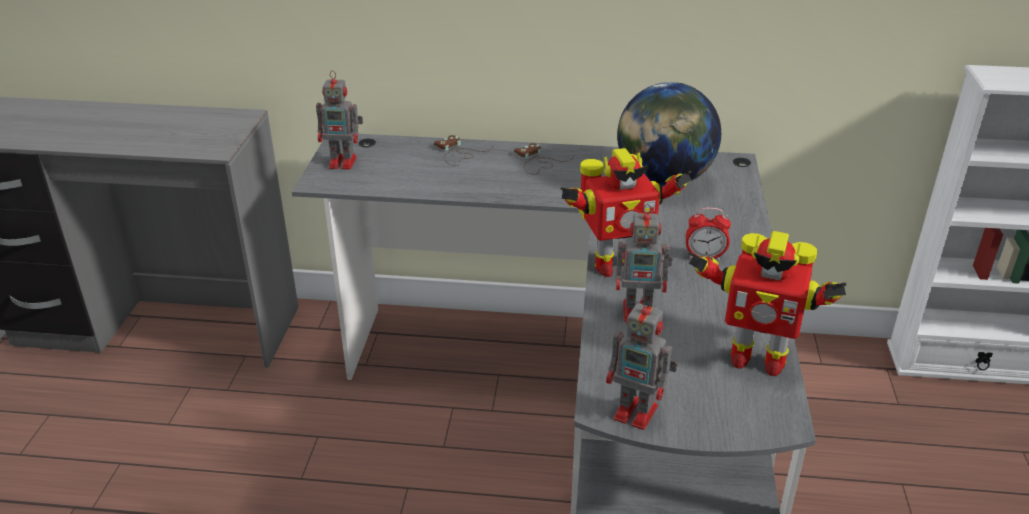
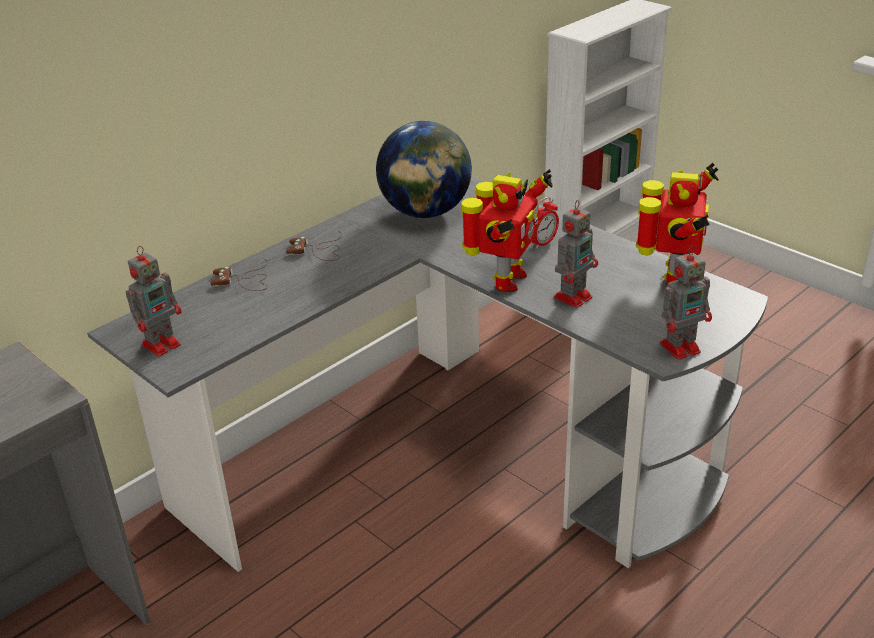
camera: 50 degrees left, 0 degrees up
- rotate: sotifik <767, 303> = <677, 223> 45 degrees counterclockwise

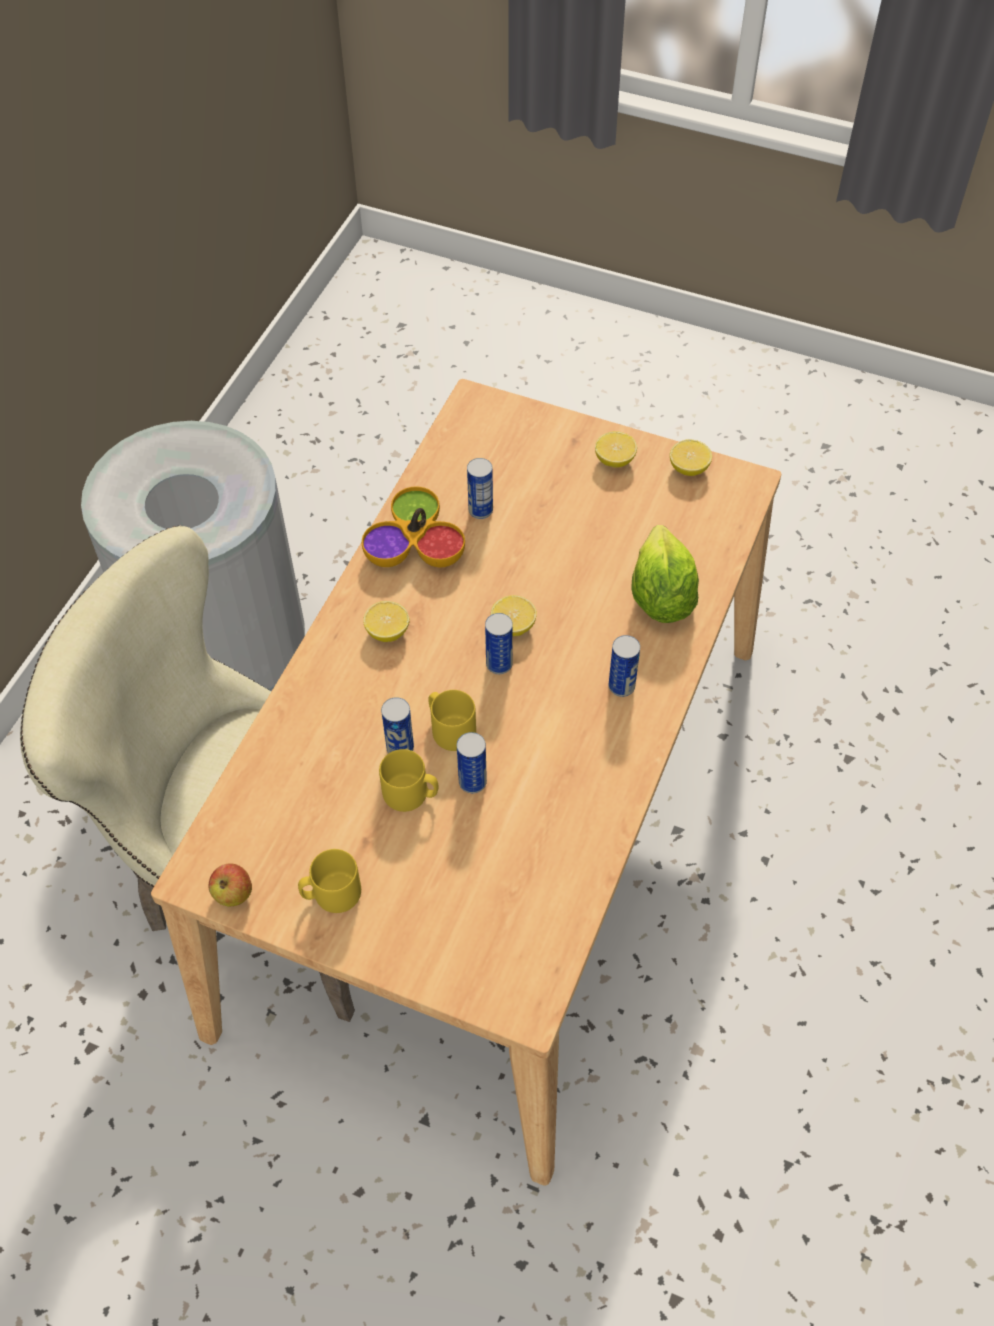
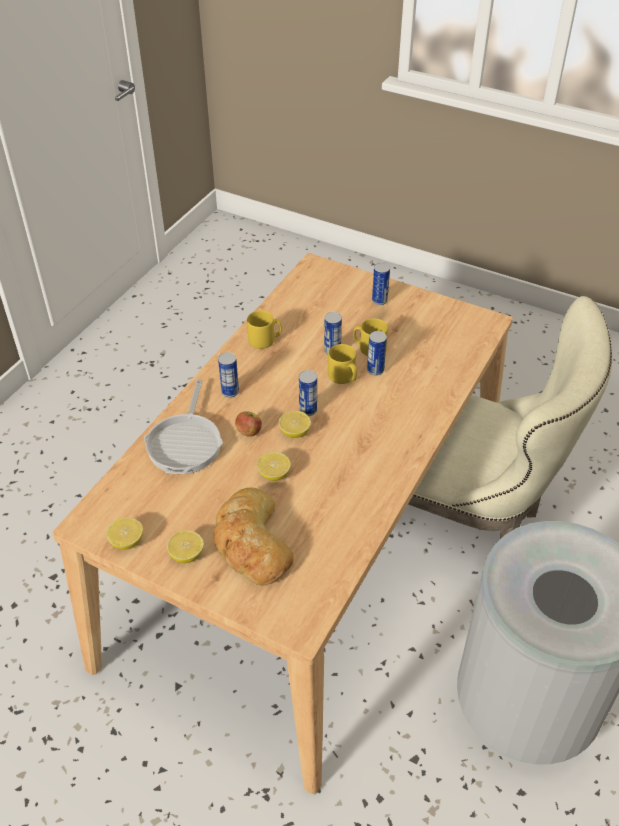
camera: 175 degrees left, 10 degrees down
- move: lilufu <480, 488> to <381, 284>
- delete: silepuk <413, 526>
- replace: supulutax <665, 574> to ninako <183, 426>
- move: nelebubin <386, 621> to <274, 466>
- move: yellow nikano <329, 881> to <264, 329>
- move: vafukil <230, 884> to <248, 424>
- insert: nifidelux <254, 537>

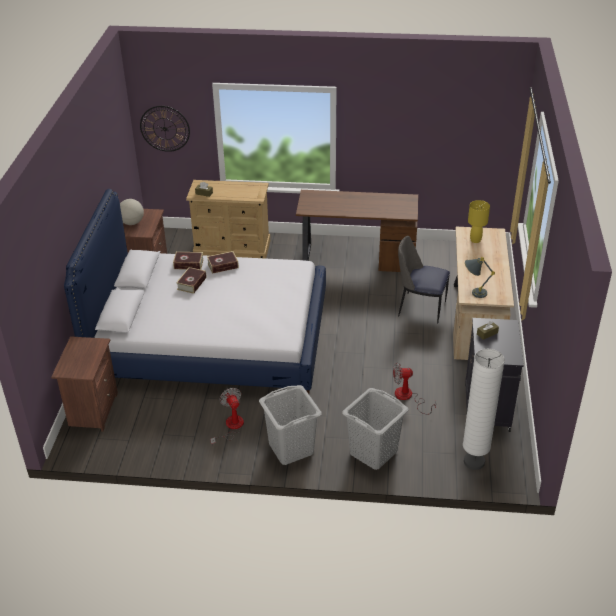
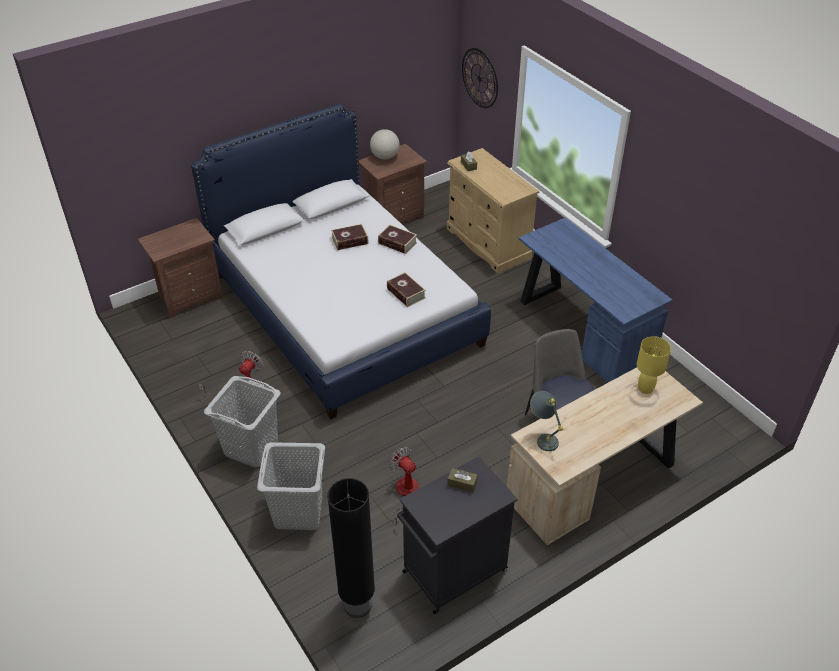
camera: 50 degrees right, 5 degrees up
- recolor: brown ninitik <357, 231> to blue ninitik <595, 300>
- move: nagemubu <188, 261> to <406, 289>
- recolor: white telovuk <484, 409> to black telovuk <351, 548>

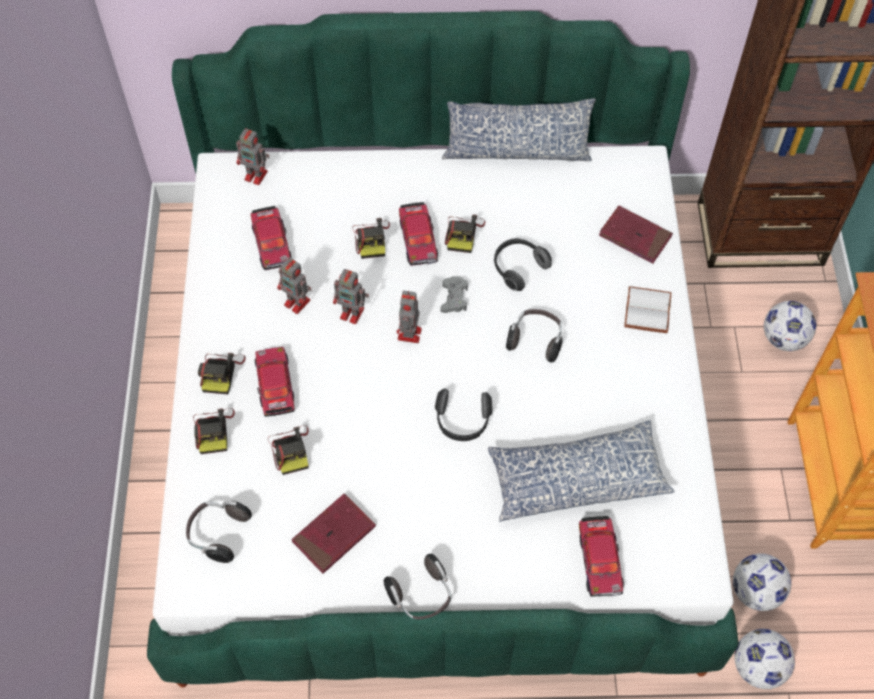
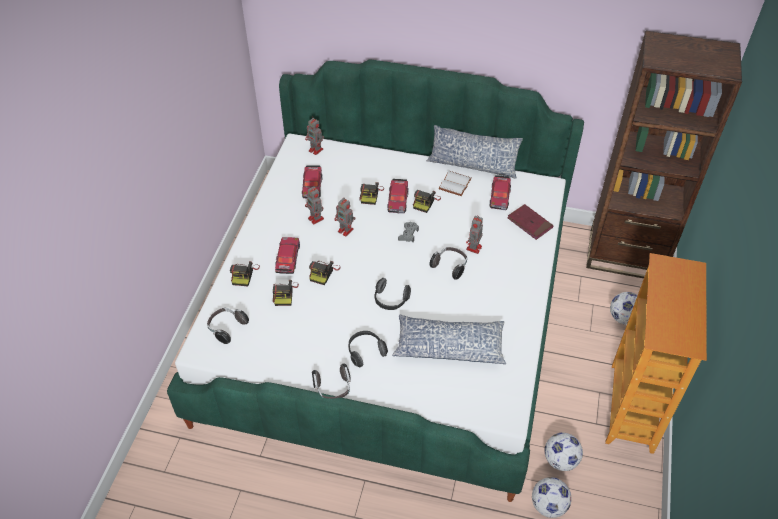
camera: 15 degrees right, 10 degrees down
- move: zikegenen <523, 264> to <368, 349>
- move: white nagemubu <647, 309> to <455, 183>
- move: sotifik <409, 317> to <474, 235>
- move: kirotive <222, 373> to <325, 273>
- delete: red nagemubu <334, 533>
- move: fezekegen <601, 556> to <500, 192>

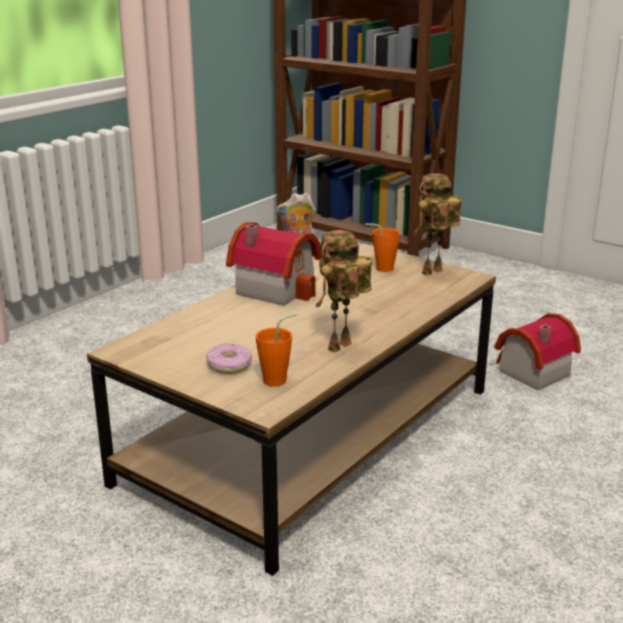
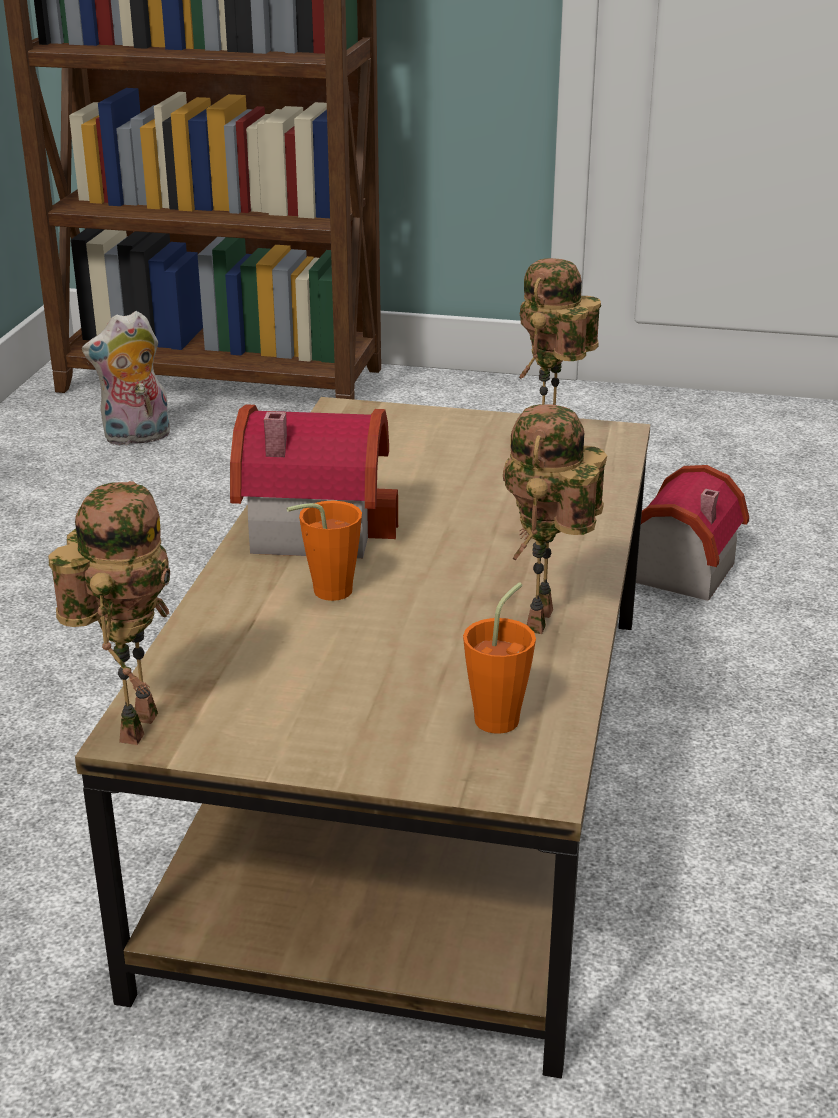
camera: 25 degrees left, 5 degrees up
- move: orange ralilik <382, 247> to <324, 551>
- delete: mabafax <229, 358>
- insert: sotifik <109, 613>

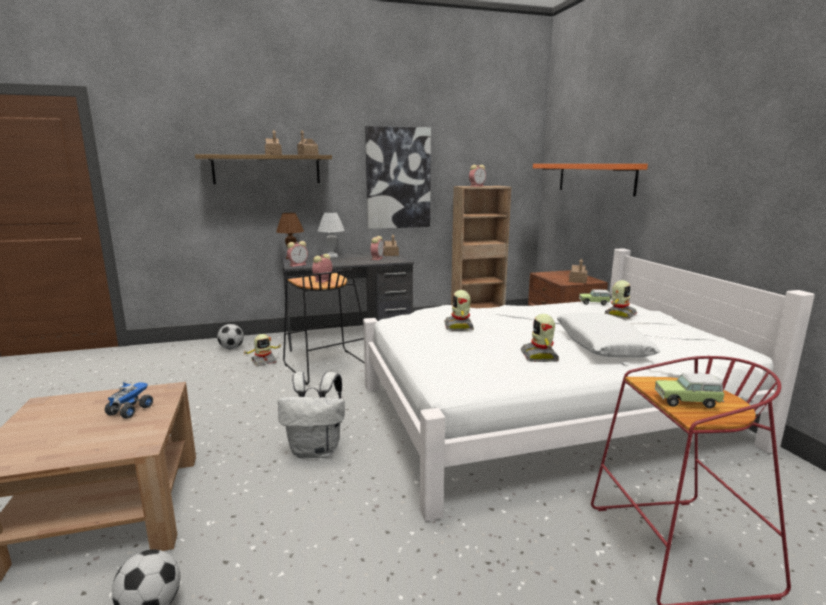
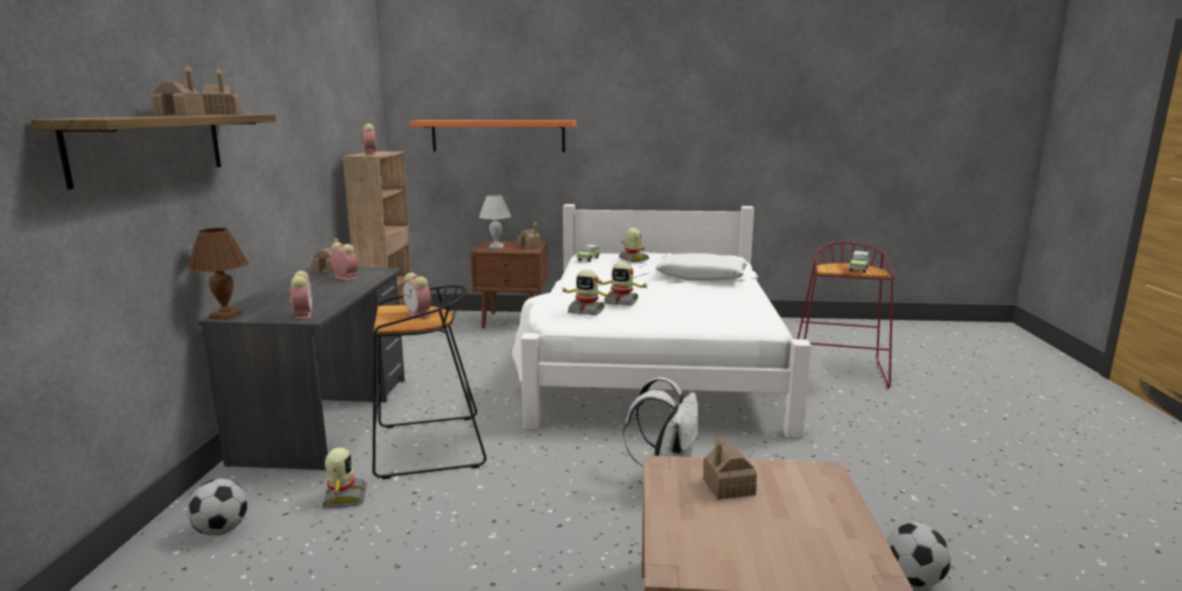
camera: 70 degrees left, 0 degrees up
- delete: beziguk <398, 177>
- move: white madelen <331, 235> to <495, 221>
- move: sotifik <540, 338> to <587, 292>
- replace: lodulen <129, 400> to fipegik <730, 468>

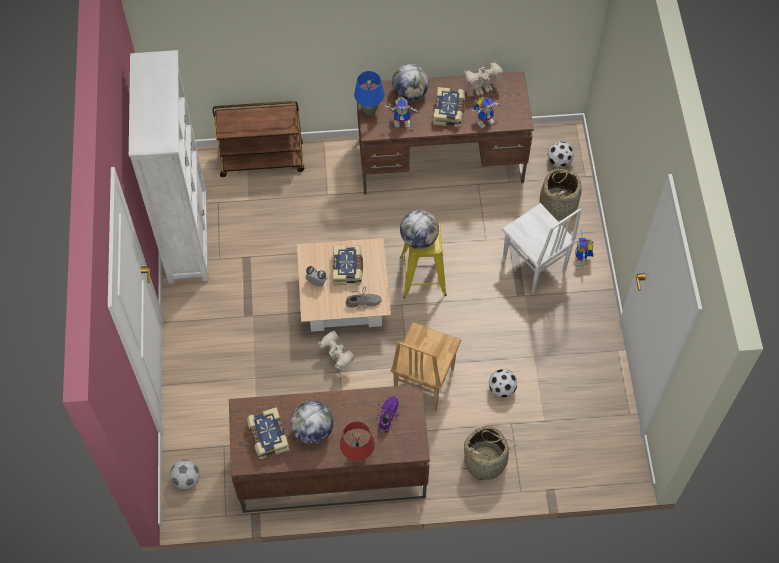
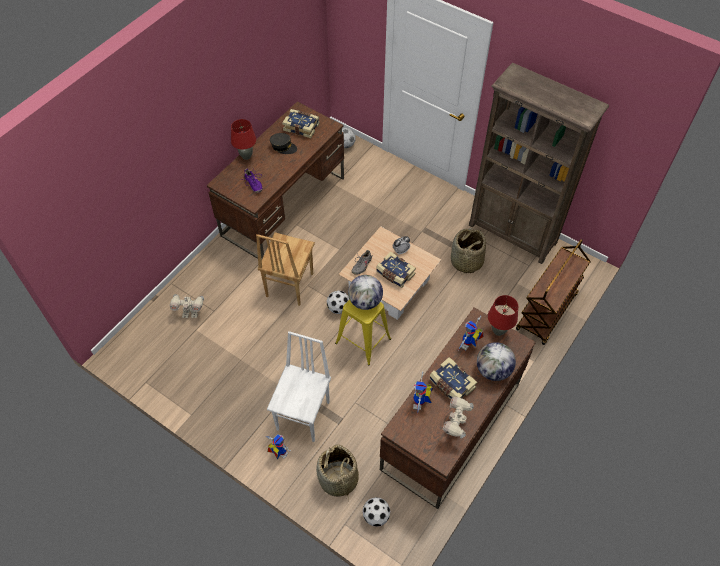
camera: 130 degrees right, 5 degrees down
- recolor: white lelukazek <169, 167> to brown lelukazek <539, 163>
- recolor: blue madelen <369, 93> to red madelen <503, 315>
- rotate: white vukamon <541, 248> = <299, 386> 105 degrees clockwise
- rotate: brown vukamon <426, 367> = <285, 269> 135 degrees counterclockwise
- move: sotifik <336, 350> to <187, 306>
- move: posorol <503, 383> to <338, 302>
- replace: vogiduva <311, 422> to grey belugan <283, 143>
- move: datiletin <488, 453> to <468, 251>

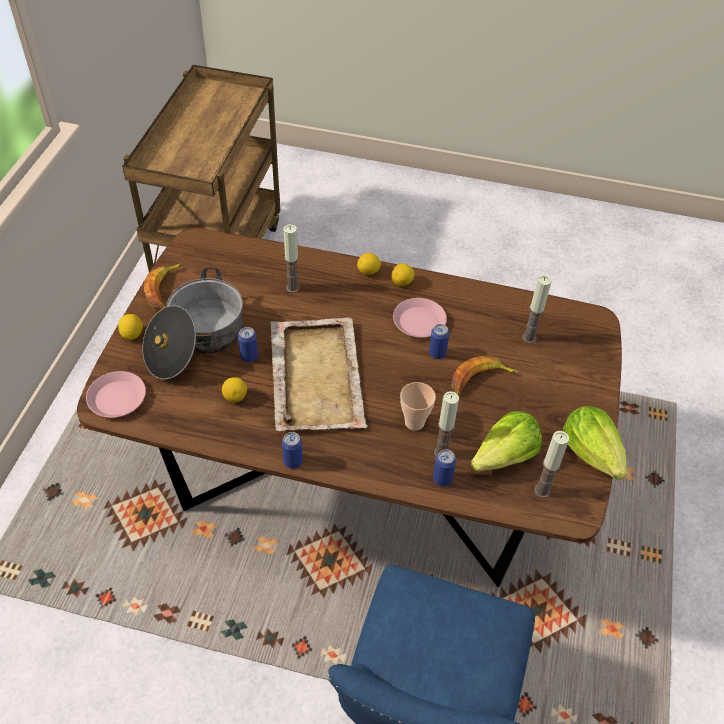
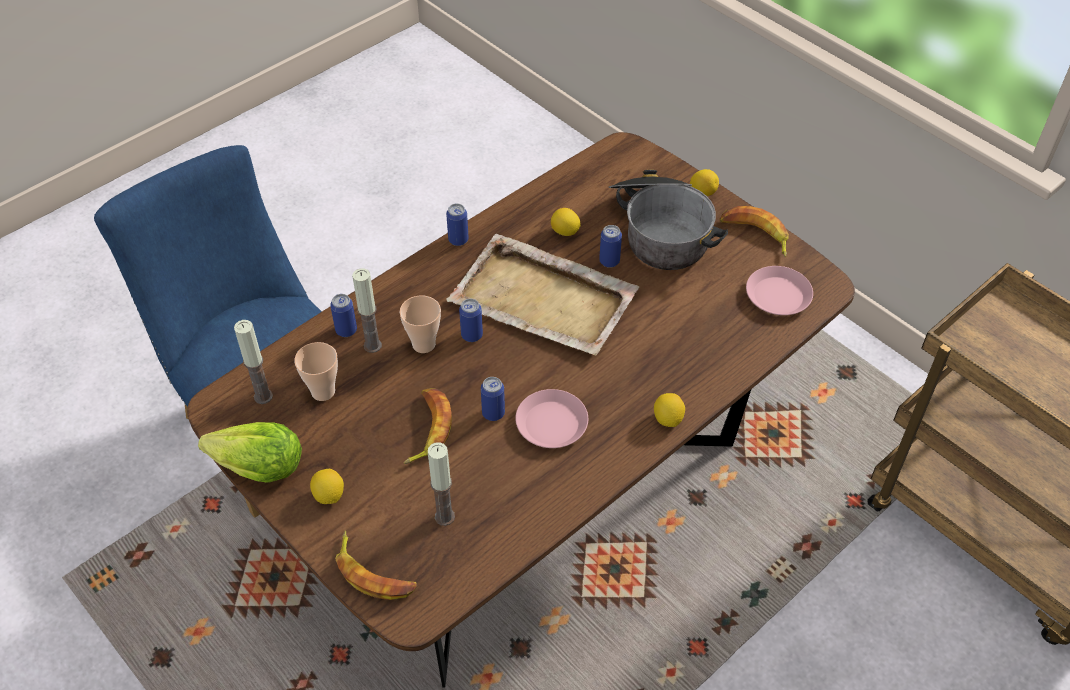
camera: 125 degrees right, 0 degrees up
- delete: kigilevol <291, 258>
- move: nelebubin <403, 275> to <327, 486>
- move: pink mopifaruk <116, 394> to <779, 290>
- replace: supulutax <506, 441> to ralilik <316, 371>
- insert: lilufu <471, 320>
- insert: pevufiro <376, 565>

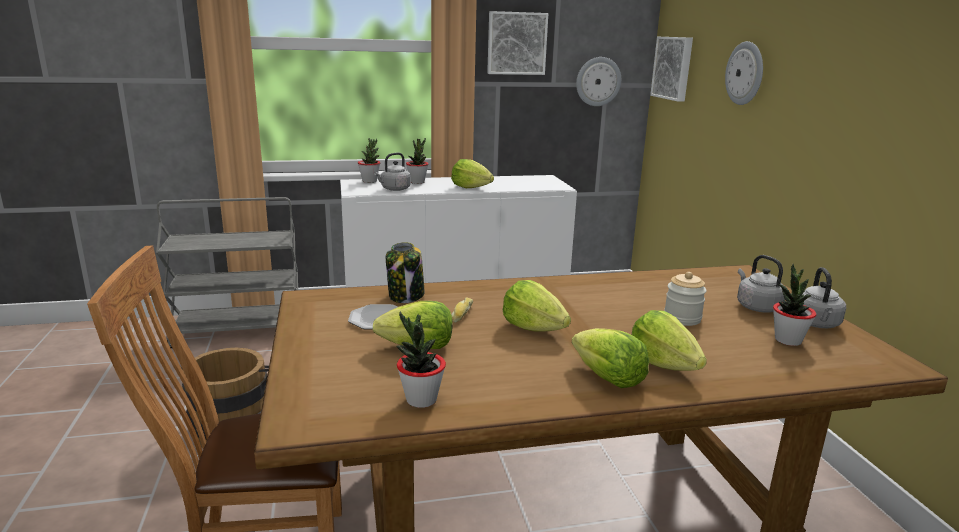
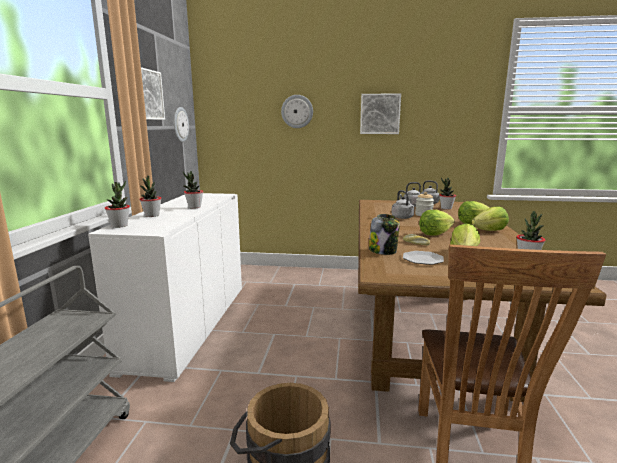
camera: 70 degrees left, 5 degrees down
- move: beziguk <671, 69> to <380, 113>
- move: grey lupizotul <392, 172> to <402, 204>
- replace: supulutax <472, 173> to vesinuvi <193, 190>

